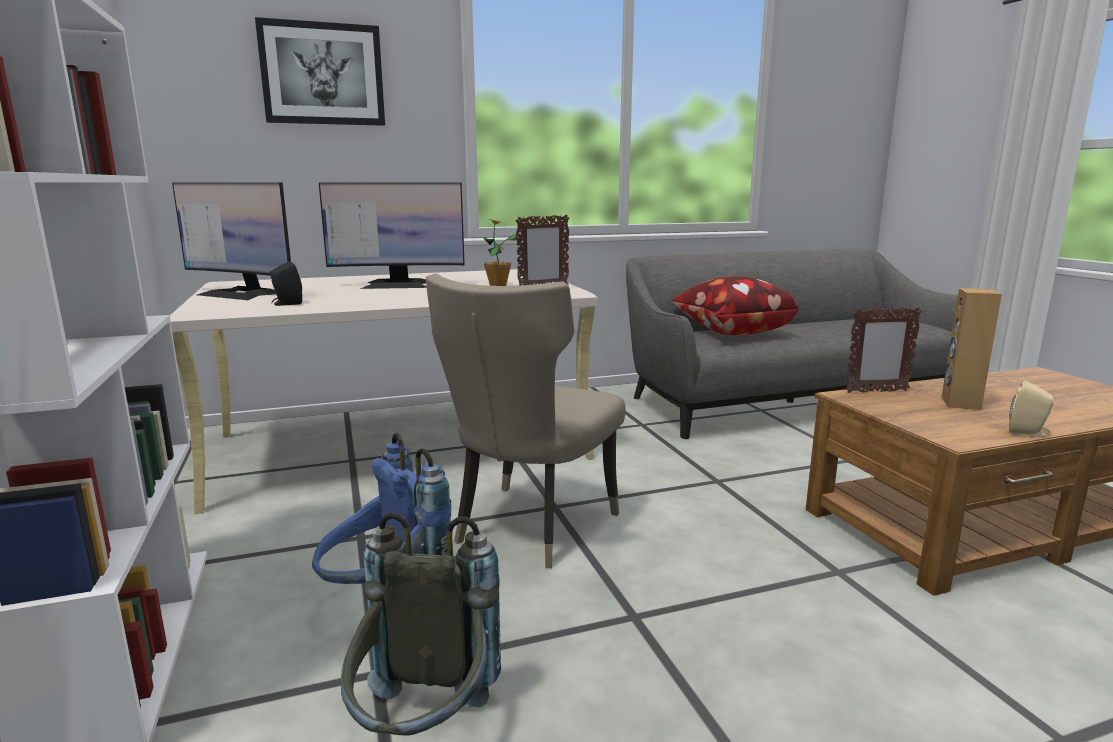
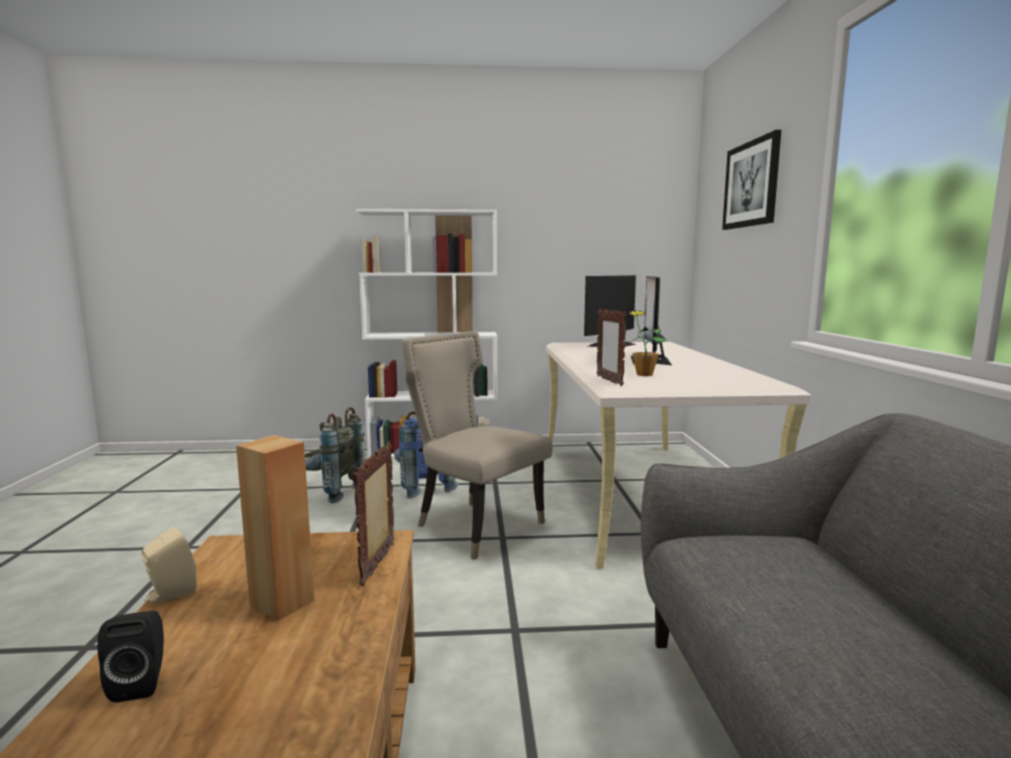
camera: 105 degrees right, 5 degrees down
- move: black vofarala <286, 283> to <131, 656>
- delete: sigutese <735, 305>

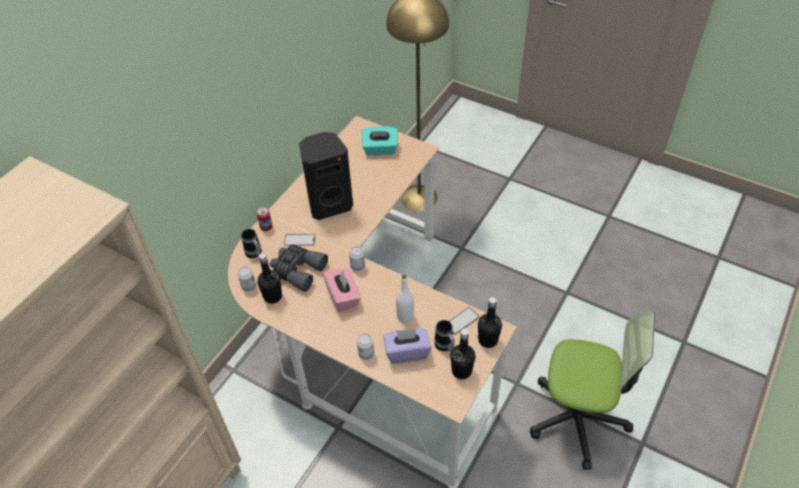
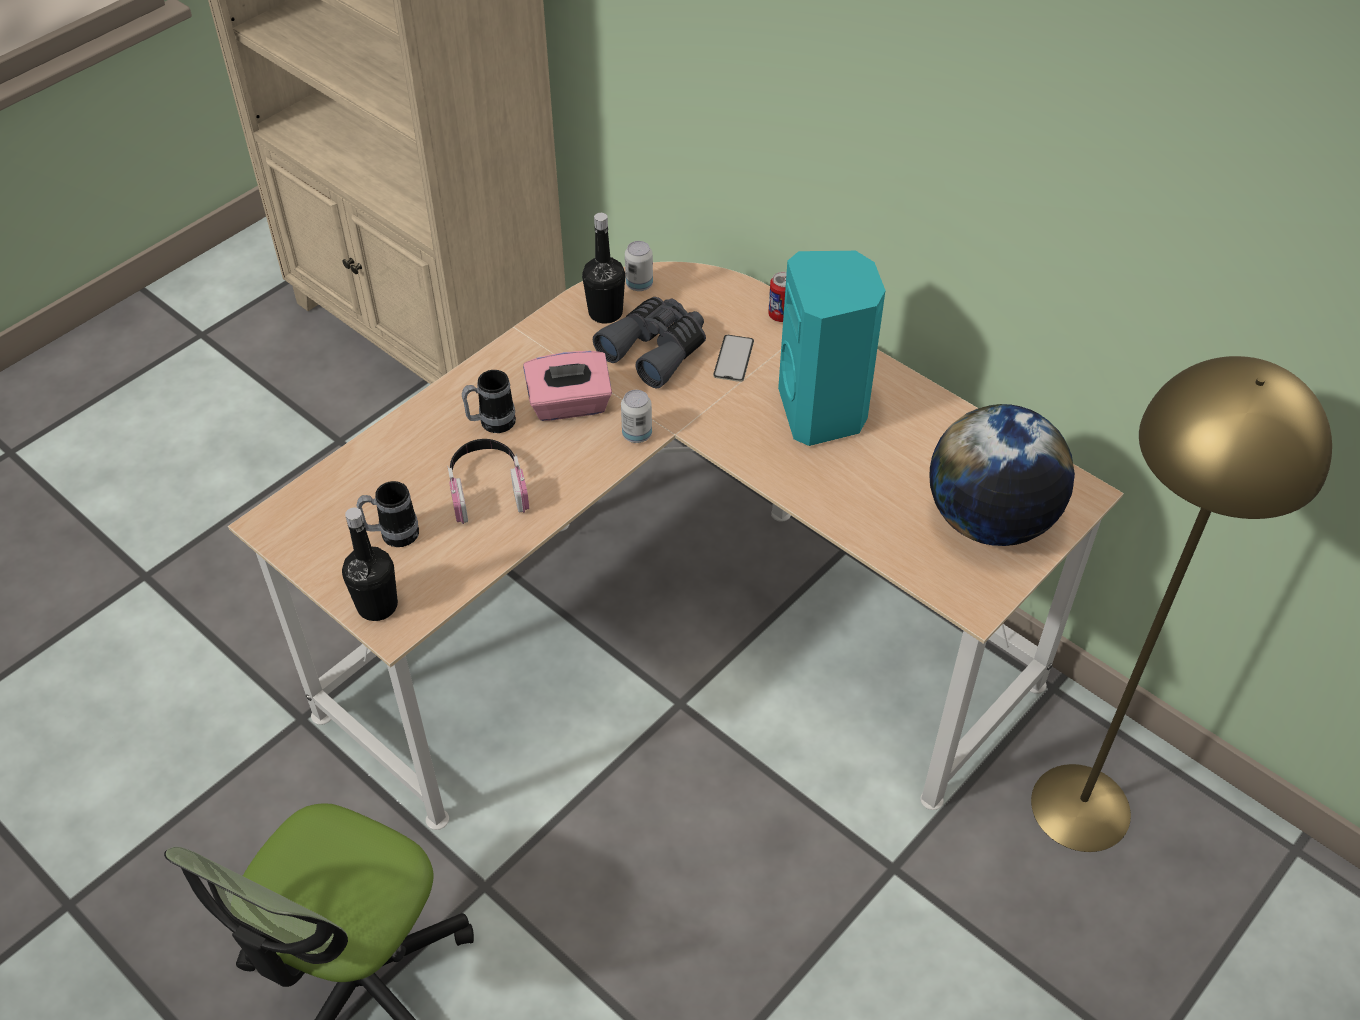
camera: 100 degrees right, 0 degrees up
- replace: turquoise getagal <380, 140> to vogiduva <1002, 475>
- recolor: black vofarala <326, 176> to turquoise vofarala <832, 348>
- move: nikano <251, 243> to <489, 401>
- replace: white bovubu <405, 298> to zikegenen <488, 481>
- delete: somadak <464, 321>
- delete: purple getagal <407, 346>
- delete: black bovubu <463, 354>
- delete: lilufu <365, 347>

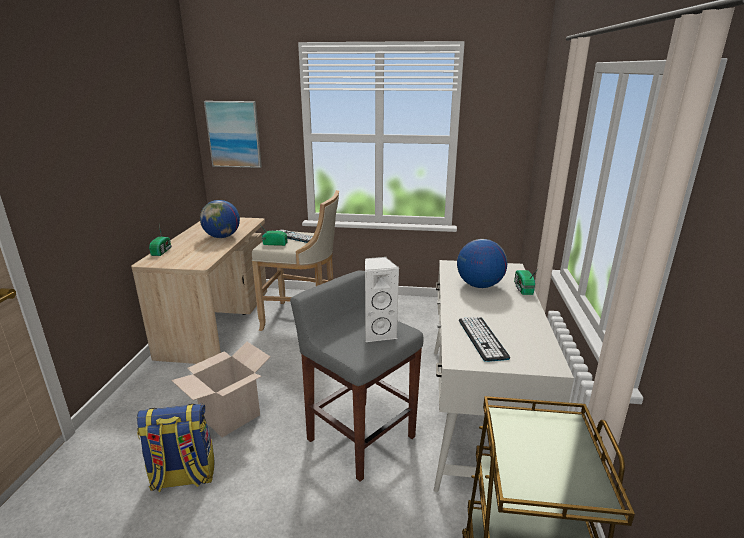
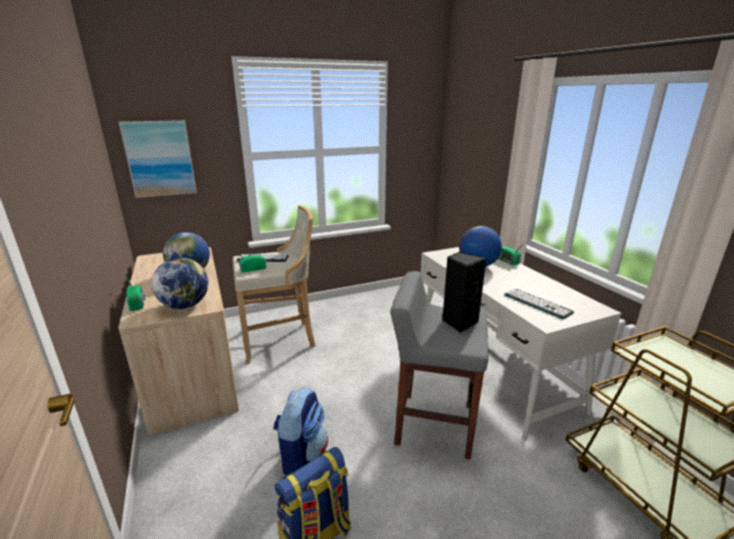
camera: 30 degrees left, 0 degrees up
- recolor: white vofarala <382, 299> to black vofarala <464, 292>
- replace: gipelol <221, 389> to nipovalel <300, 431>
- insert: vogiduva <180, 283>

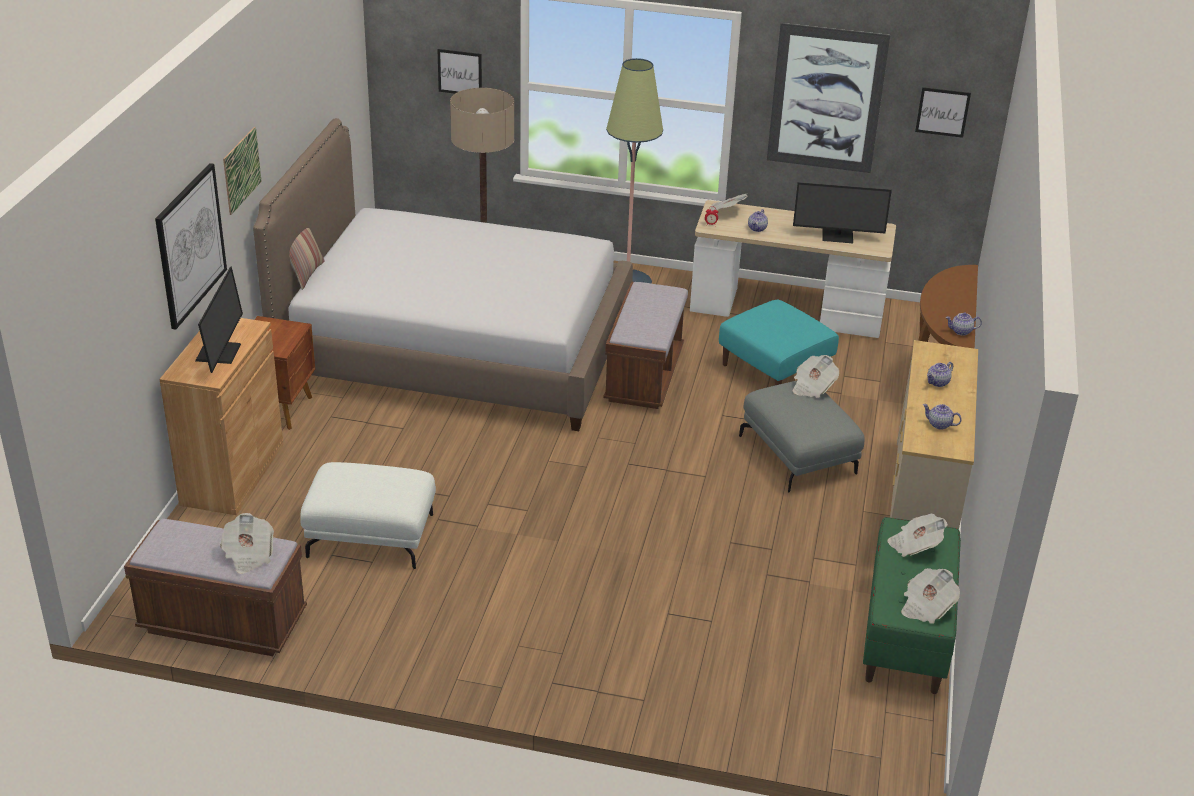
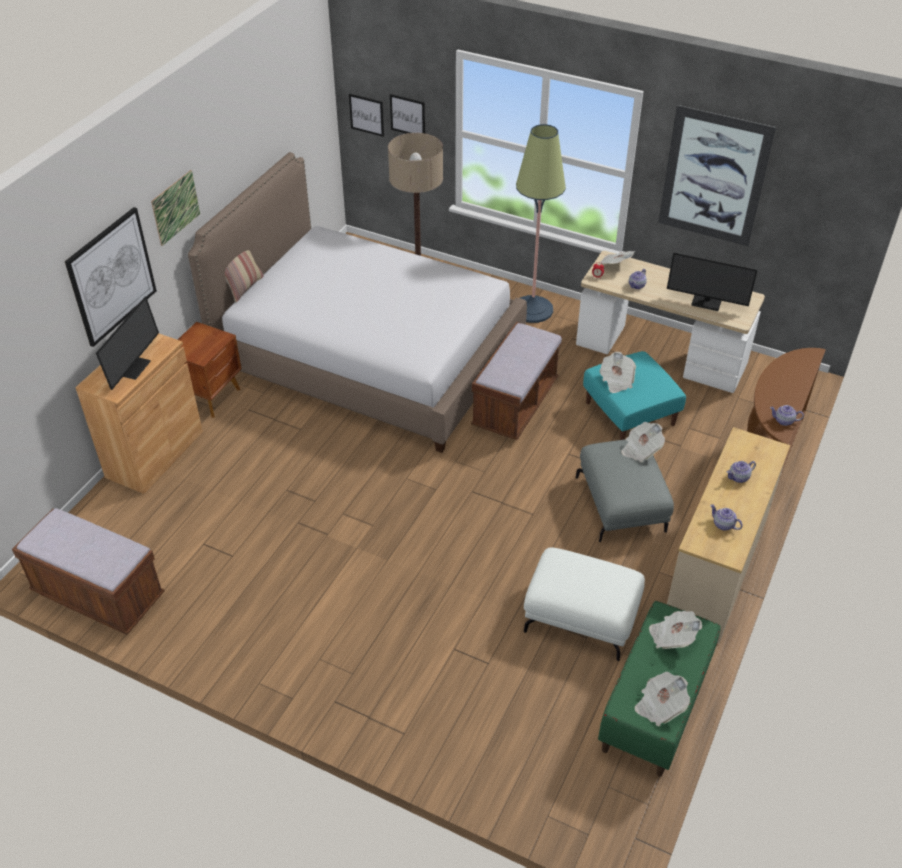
camera: 15 degrees right, 10 degrees up
- move: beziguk <943, 112> to <366, 115>
- move: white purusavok <368, 515> to <584, 604>
- move: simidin <247, 543> to <618, 372>

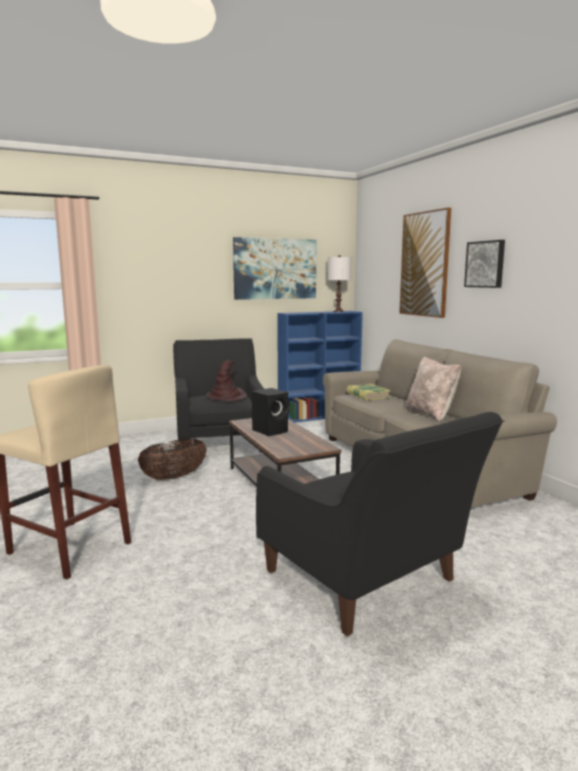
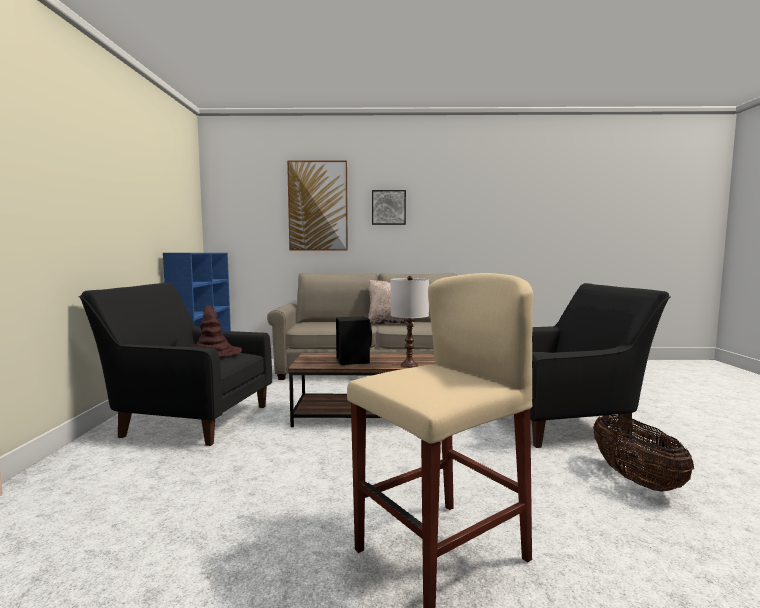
camera: 65 degrees left, 5 degrees down
- delete: beziguk <275, 268>
- move: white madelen <339, 283> to <410, 322>
- delete: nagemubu <369, 392>
- move: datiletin <172, 459> to <643, 453>

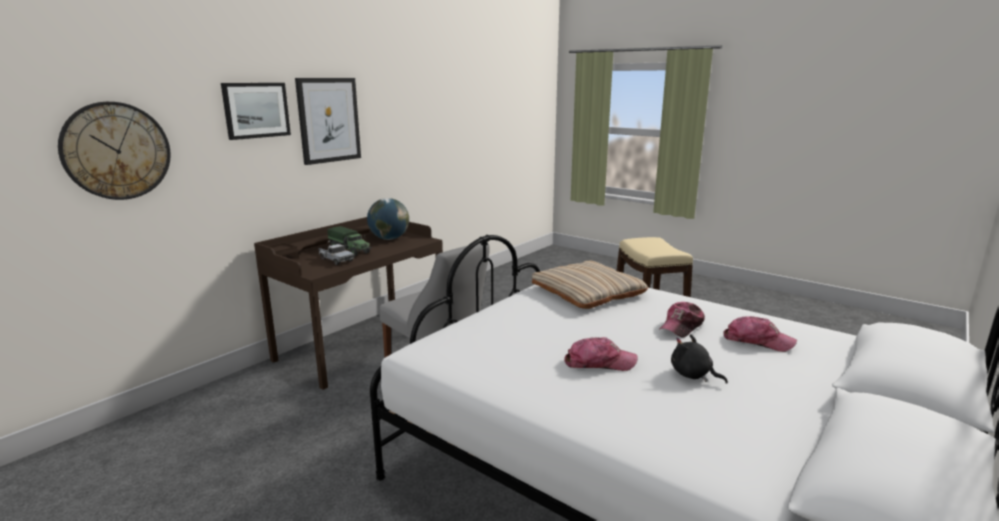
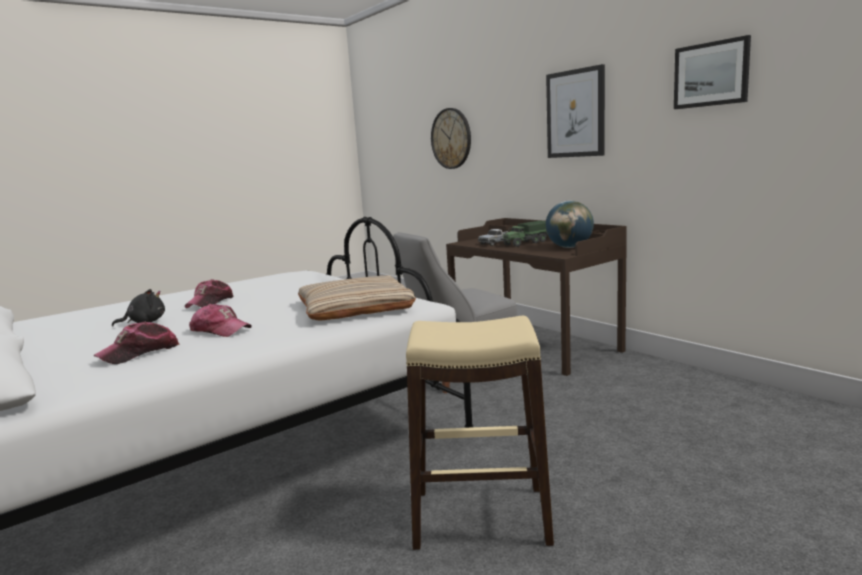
camera: 105 degrees right, 5 degrees down
- move: beziguk <256, 111> to <712, 72>
- rotate: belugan <682, 320> = <220, 320> 150 degrees clockwise

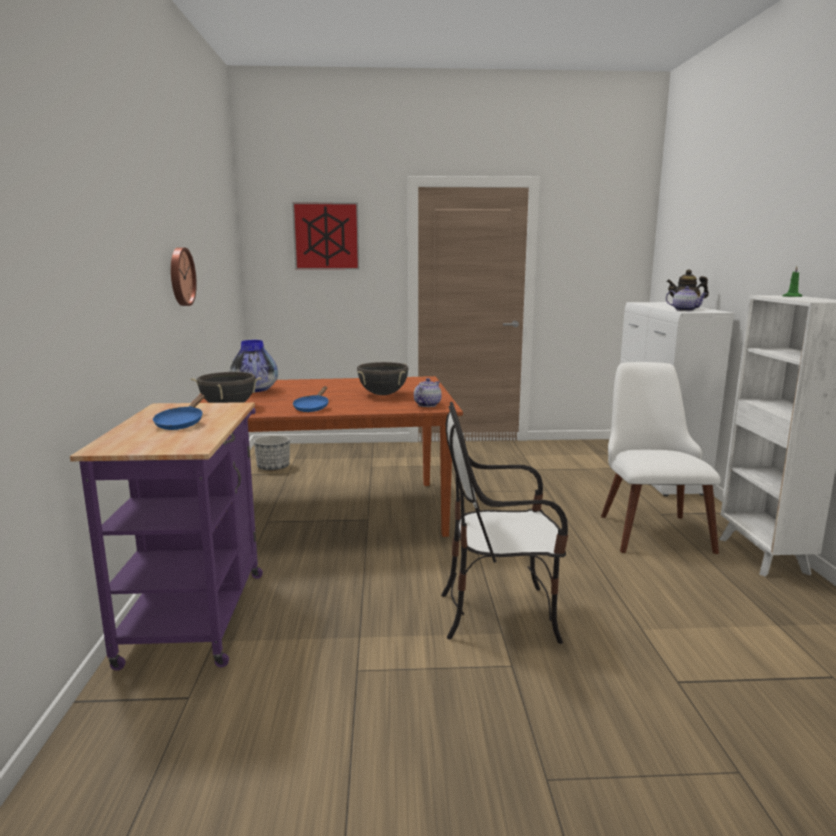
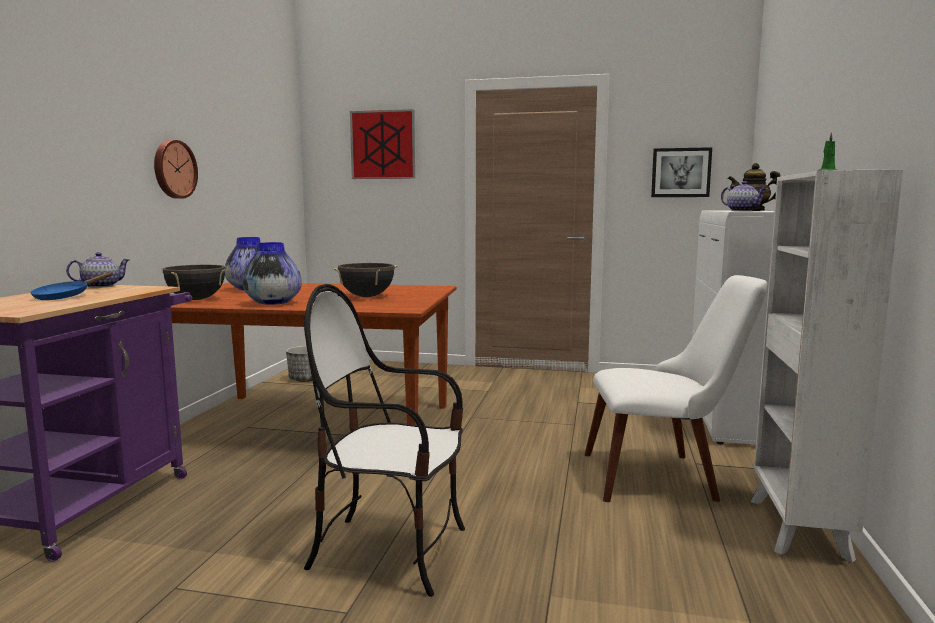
camera: 15 degrees right, 5 degrees down
- rotate: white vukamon <661, 458> = <676, 388> 75 degrees clockwise
- move: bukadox <428, 392> to <97, 270>
- replace: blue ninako <311, 399> to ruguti <272, 273>
- insert: beziguk <681, 172>

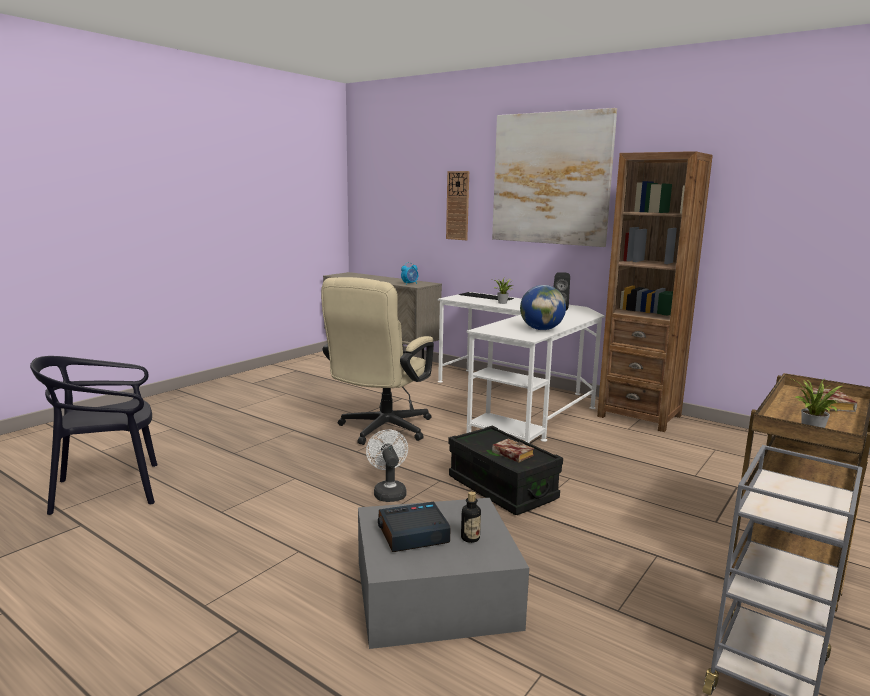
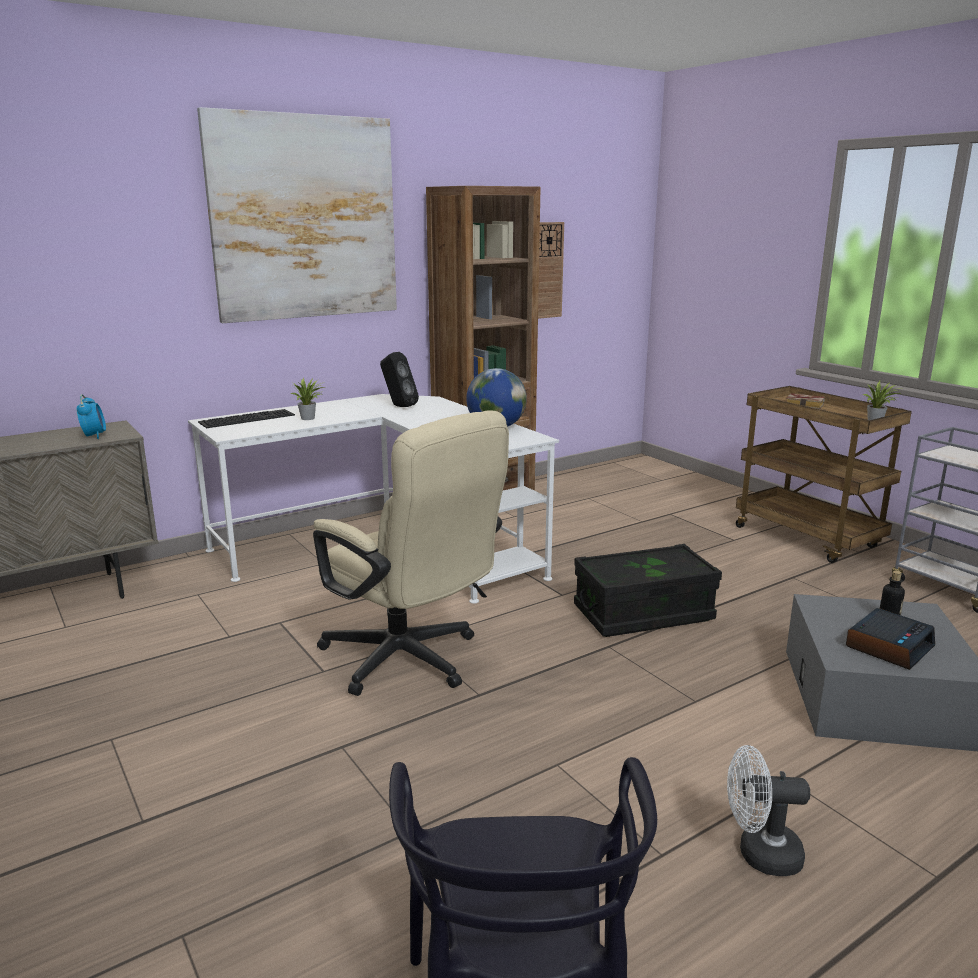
camera: 70 degrees left, 5 degrees up
- move: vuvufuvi <457, 205> to <551, 270>
- move: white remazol <387, 466> to <768, 810>
- delete: nagemubu <513, 450>
- rotate: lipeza <414, 527> = <890, 639> 135 degrees counterclockwise

